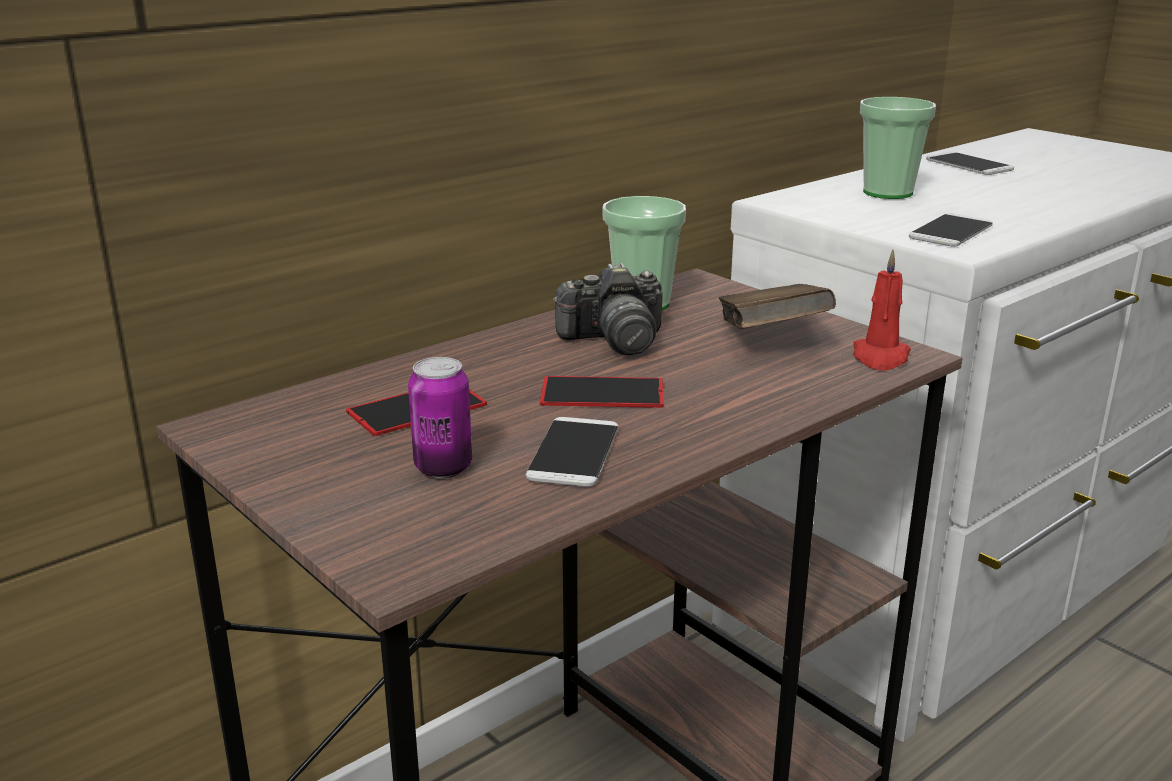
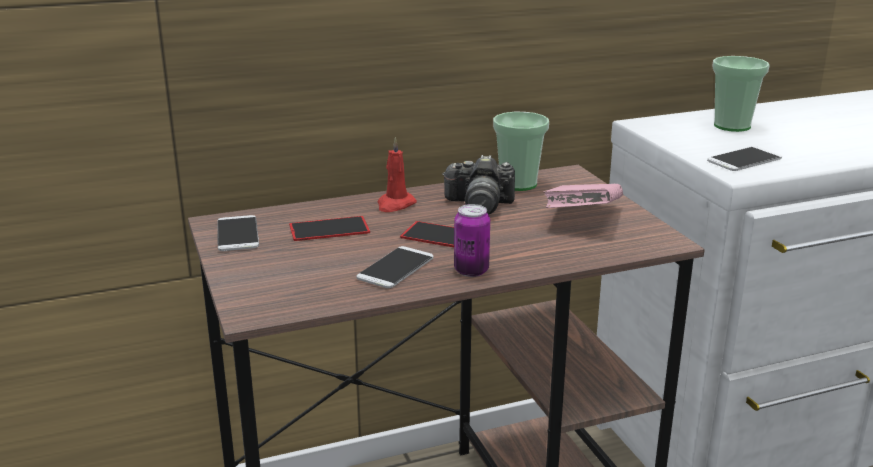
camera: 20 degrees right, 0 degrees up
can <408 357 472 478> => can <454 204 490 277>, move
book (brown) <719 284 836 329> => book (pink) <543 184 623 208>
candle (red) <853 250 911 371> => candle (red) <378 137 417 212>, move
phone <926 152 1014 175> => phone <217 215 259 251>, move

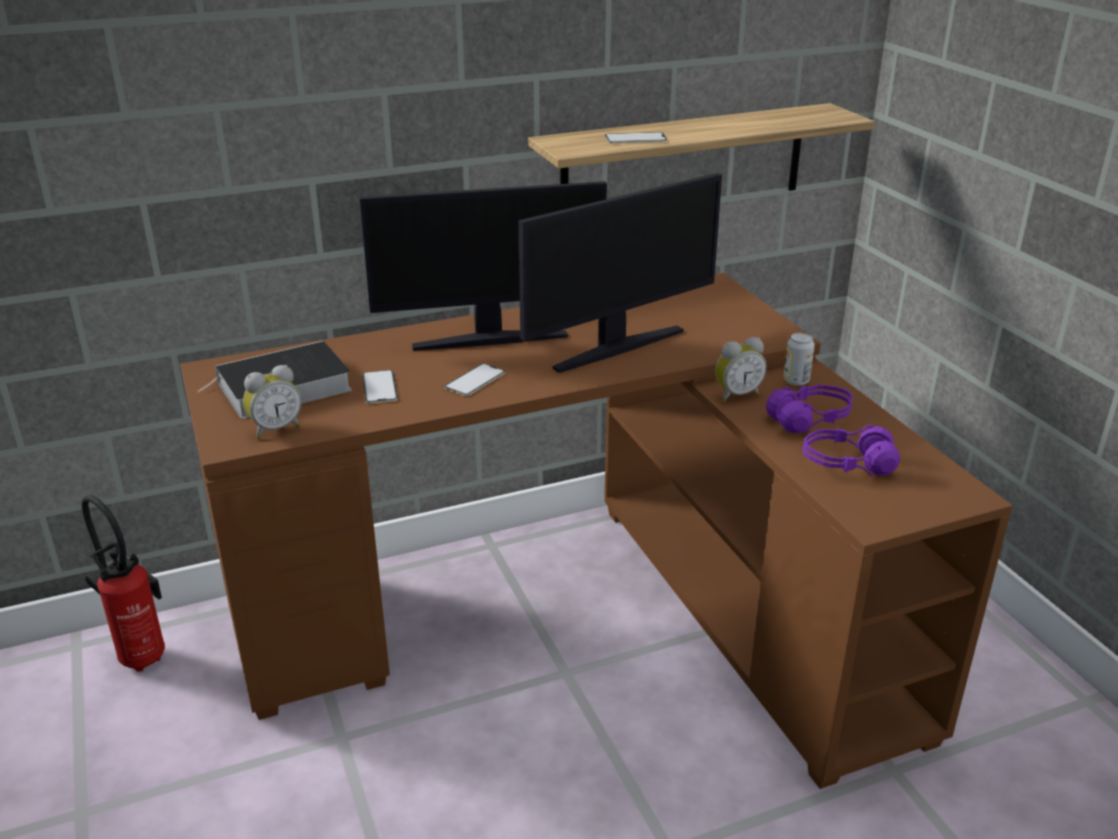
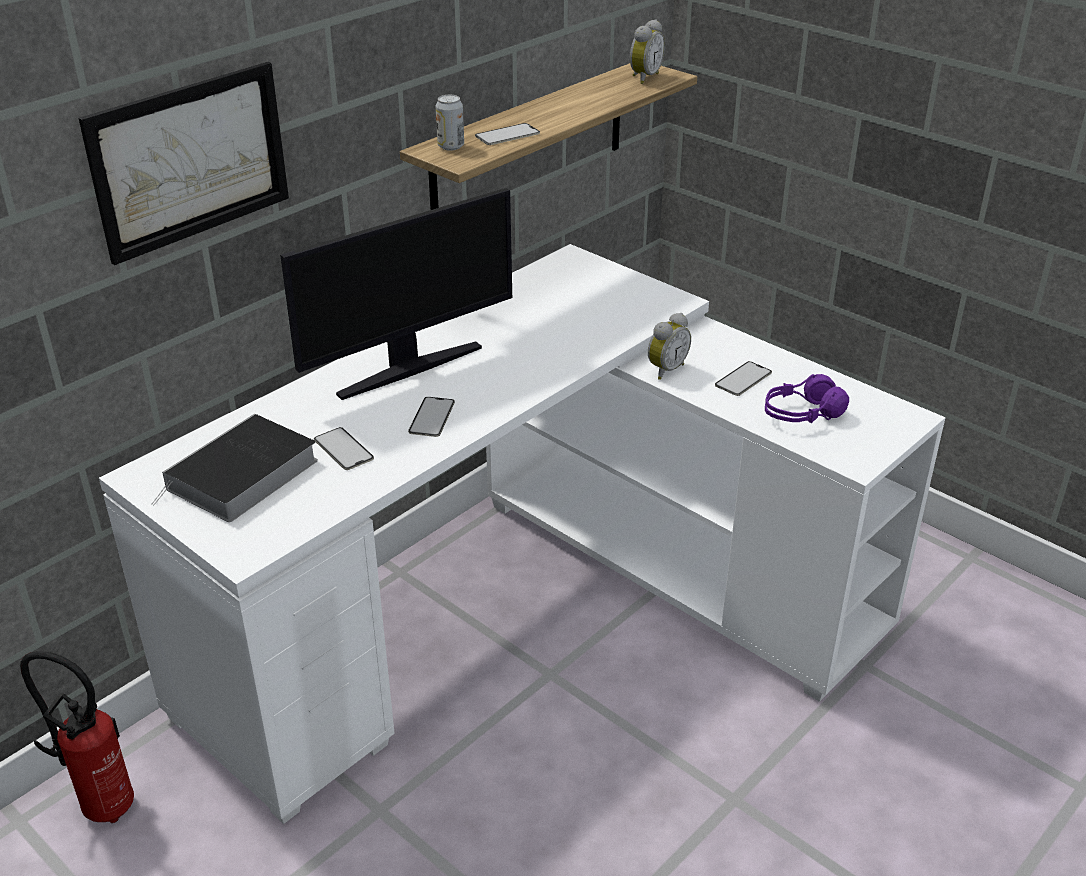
camera: 25 degrees left, 5 degrees up
desk (brown) <180 273 1013 789> => desk (white) <99 244 946 824>
alarm clock <243 365 302 439> => alarm clock <630 19 665 84>, move
monitor <519 173 722 373> => nothing
headphones (purple) <766 385 853 433> => phone <715 361 772 396>
can <784 333 815 386> => can <436 95 464 151>, move
nothing => picture <79 62 289 265>

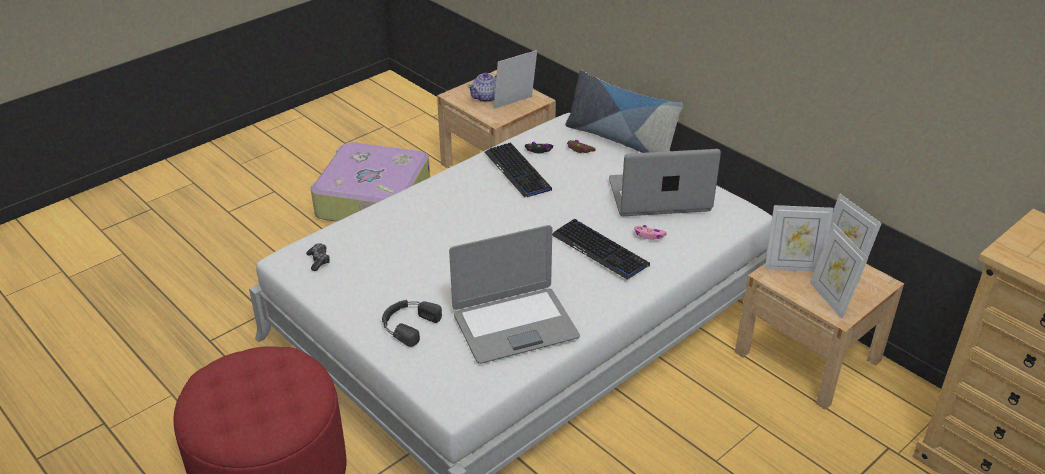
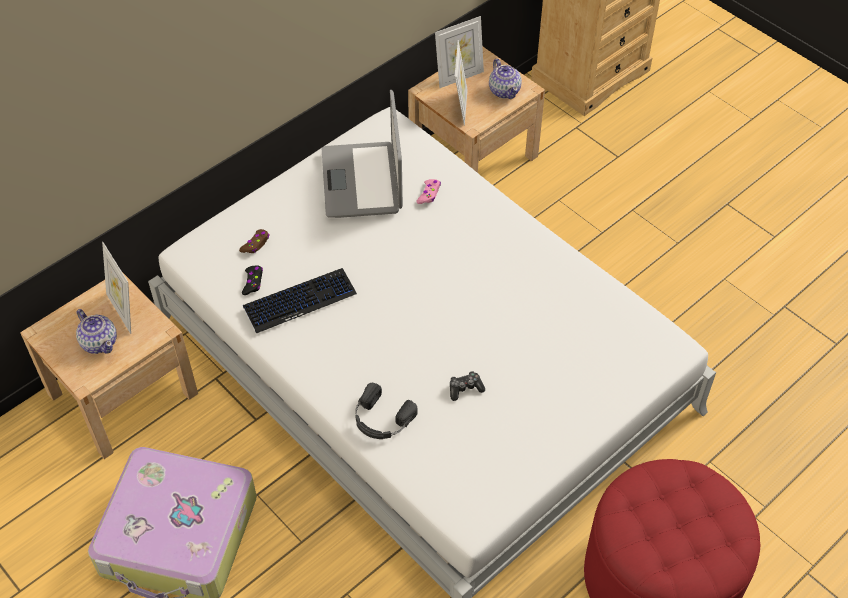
camera: 90 degrees left, 15 degrees up
game controller <306 243 330 271> => game controller <450 371 485 401>, move
headphones (black) <382 300 442 347> => headphones (black) <355 383 417 439>, move
laptop <449 225 580 364> => nothing
keyboard <552 219 650 280> => nothing
pillow <565 70 684 153> => nothing
picture frame <810 223 868 319> => teapot <489 59 522 99>

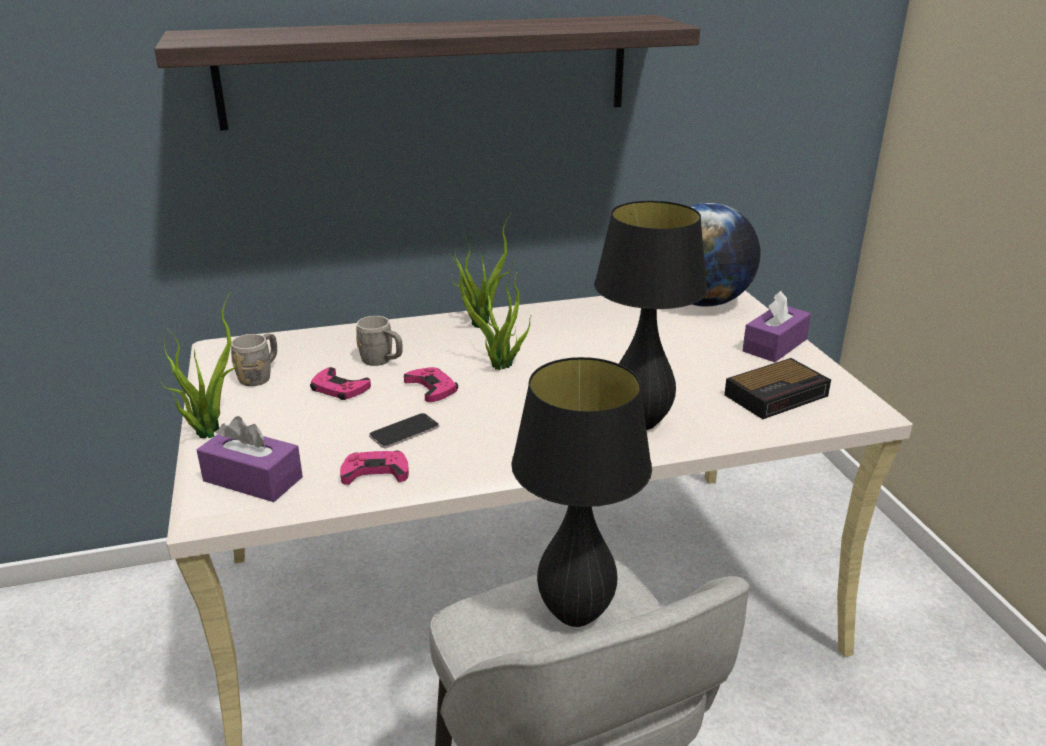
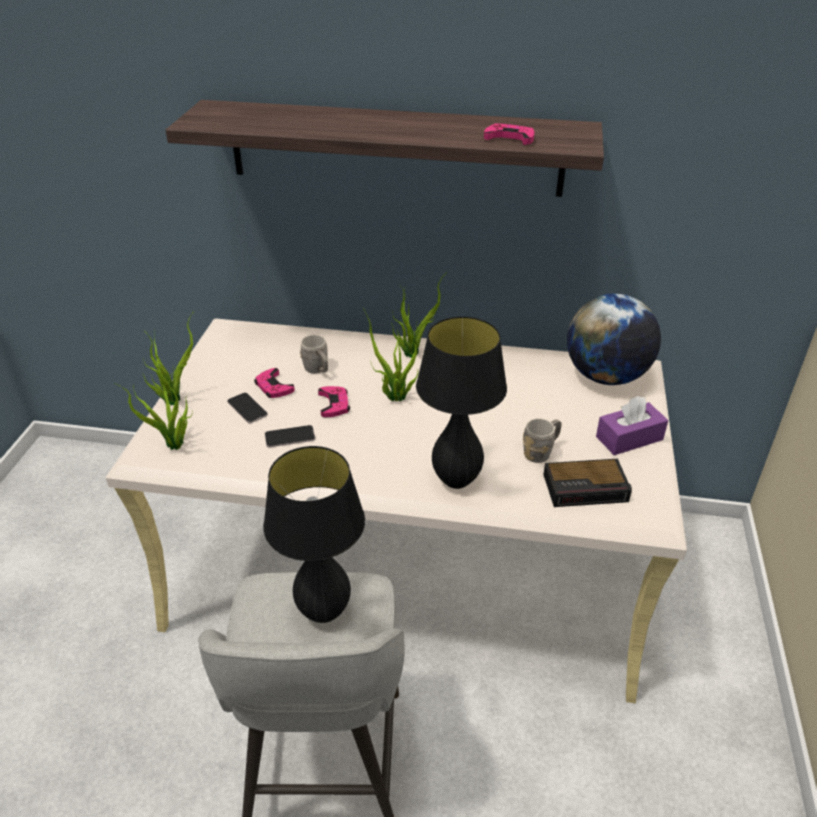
camera: 25 degrees right, 10 degrees up
tissue box (purple) <197 416 303 502> => potted plant <116 368 192 450>
mug (grey) <231 333 277 386> => mug (grey) <523 418 562 463>, move
game controller (pink) <340 450 409 485> => game controller (pink) <484 124 534 145>, move
nothing => phone <227 393 268 423>

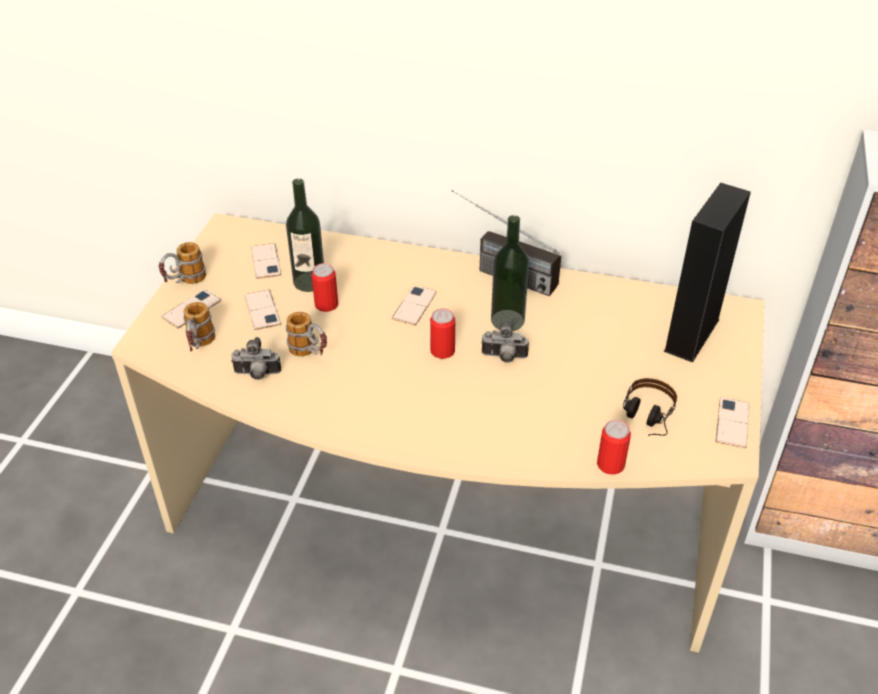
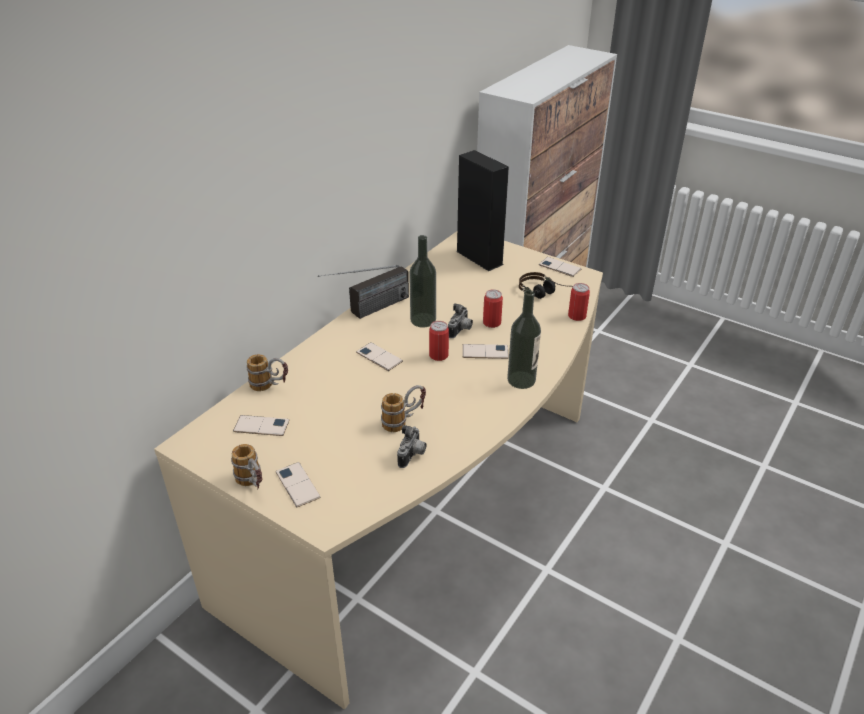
camera: 70 degrees left, 5 degrees down
mug <183 302 215 351> => mug <247 354 288 391>, move
phone <245 290 281 330> => phone <462 344 509 359>, move
bottle <286 178 324 292> => bottle <507 290 541 389>, move
can <312 263 338 312> => can <483 289 503 328>, move

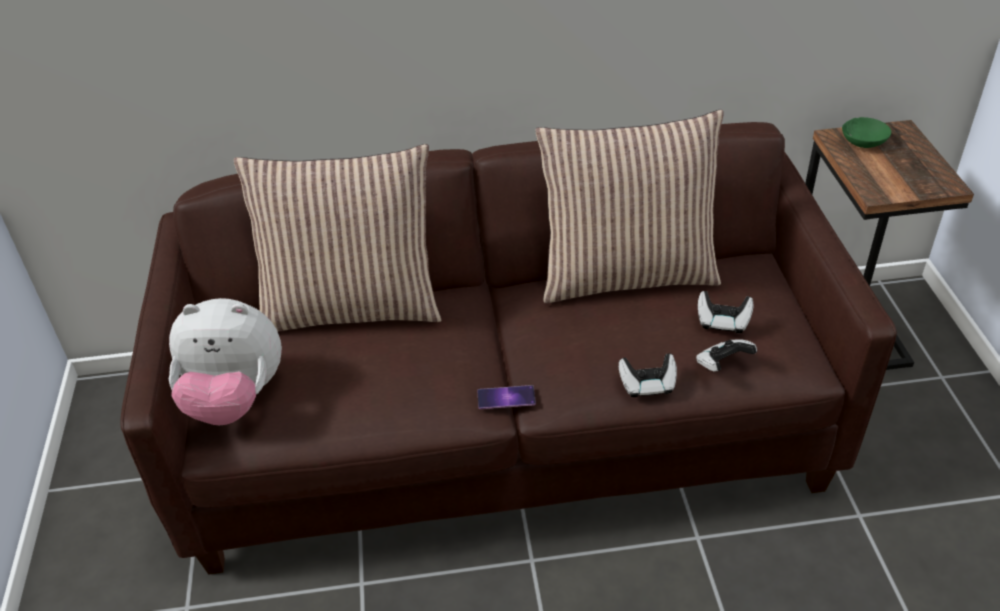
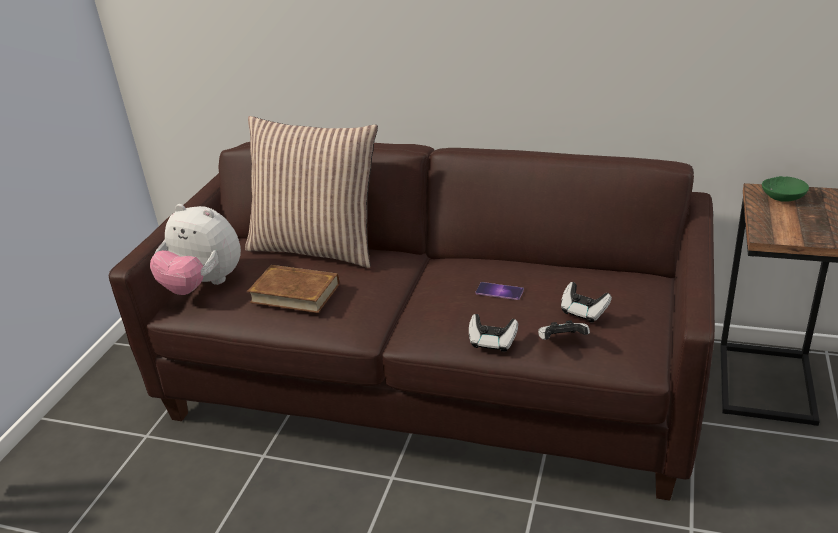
camera: 25 degrees right, 10 degrees down
phone <477 385 536 409> => phone <475 282 524 300>, move
pillow <535 110 724 303> => nothing
nothing => book (brown) <247 265 340 313>

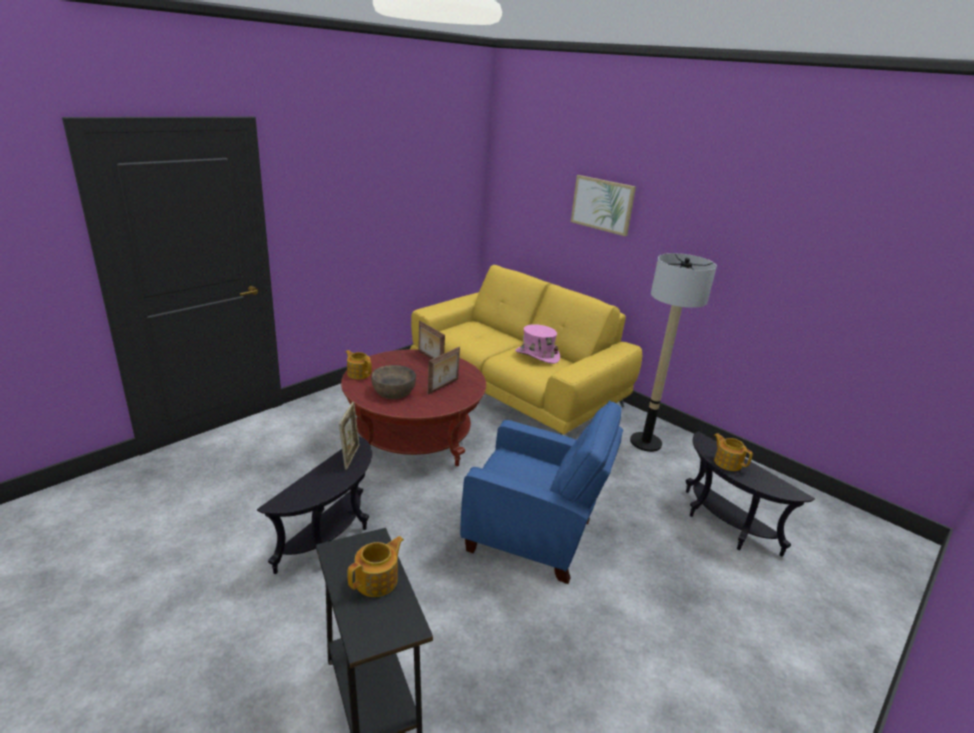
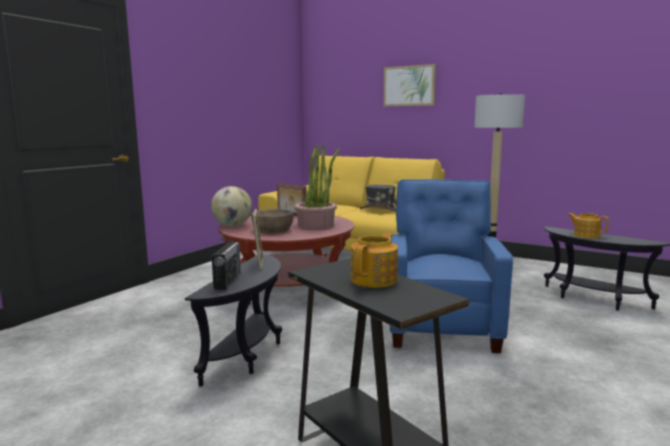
camera: 10 degrees left, 15 degrees down
teapot <346 350 372 379> => globe <211 186 252 227>
picture frame <428 347 460 395> => potted plant <294 145 340 229>
armchair (blue) <460 401 623 584> => armchair (blue) <390 179 513 353>, 90 degrees counterclockwise
hat (pink) <515 324 560 364> => hat (grey) <360 185 397 211>
nothing => radio <212 238 241 290>

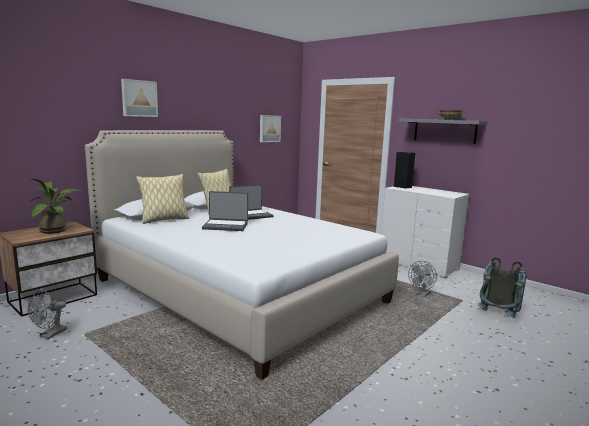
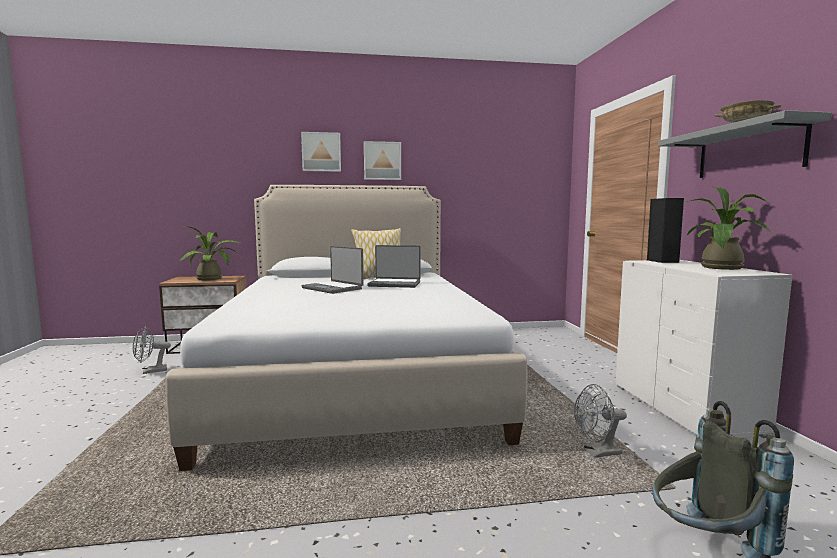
camera: 40 degrees right, 5 degrees down
pillow <136 174 189 224> => nothing
picture <260 115 281 142> => picture <364 141 401 180>, move
nothing => potted plant <683 187 770 270>

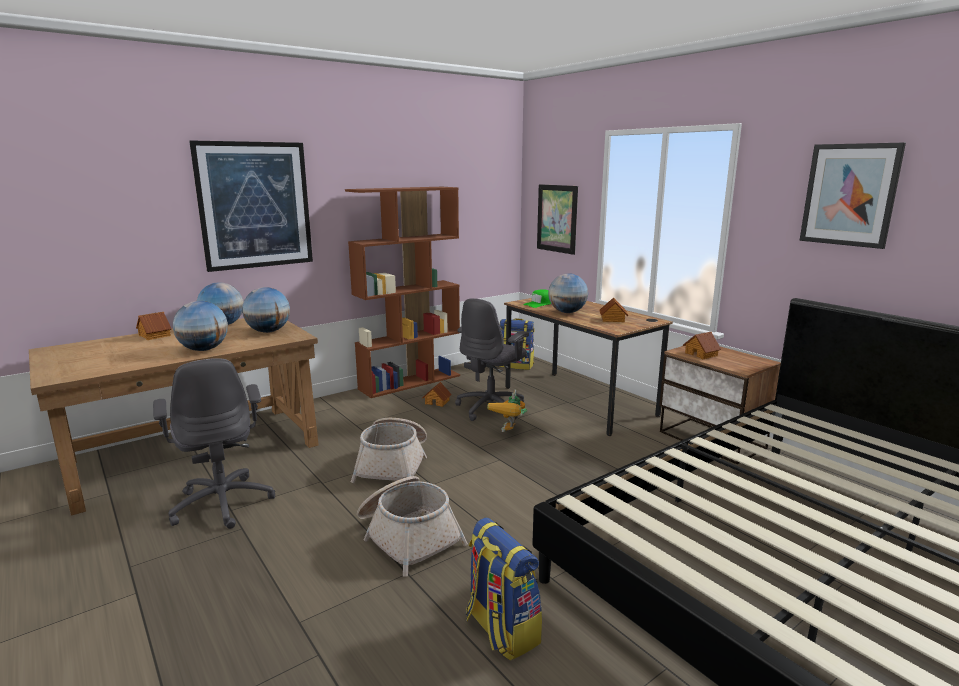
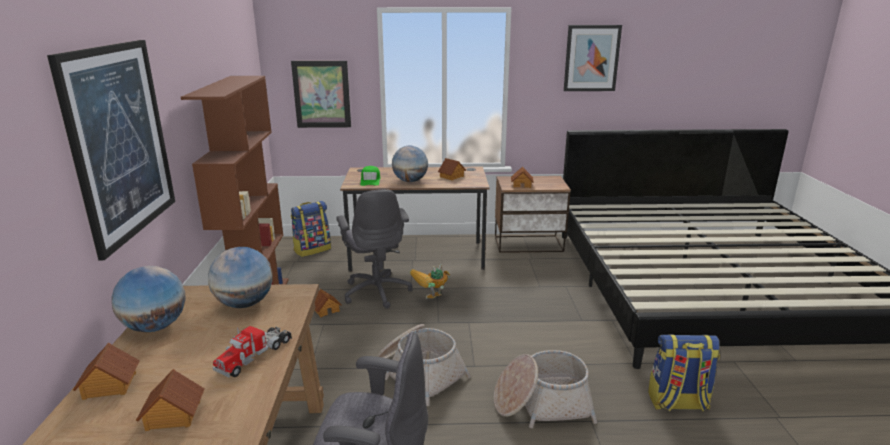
camera: 55 degrees left, 5 degrees up
globe <173 301 228 351> => toy truck <213 326 292 378>
toy robot <487 389 527 432> => toy robot <410 264 450 299>, 90 degrees clockwise
nothing => toy house <136 369 205 431>

